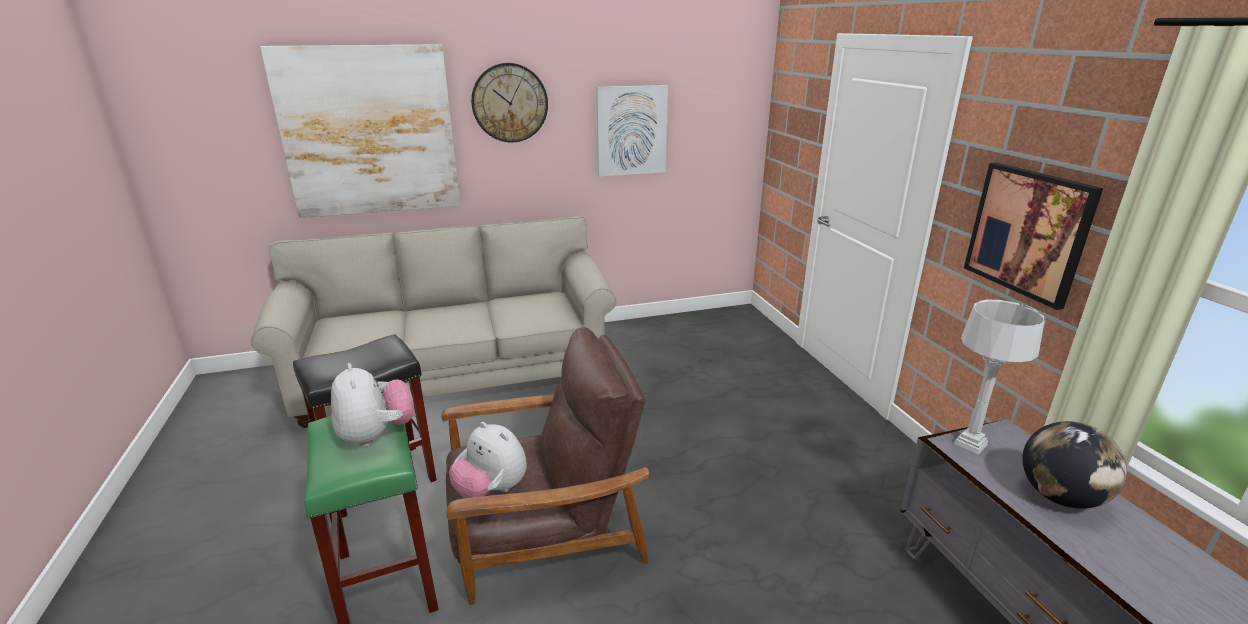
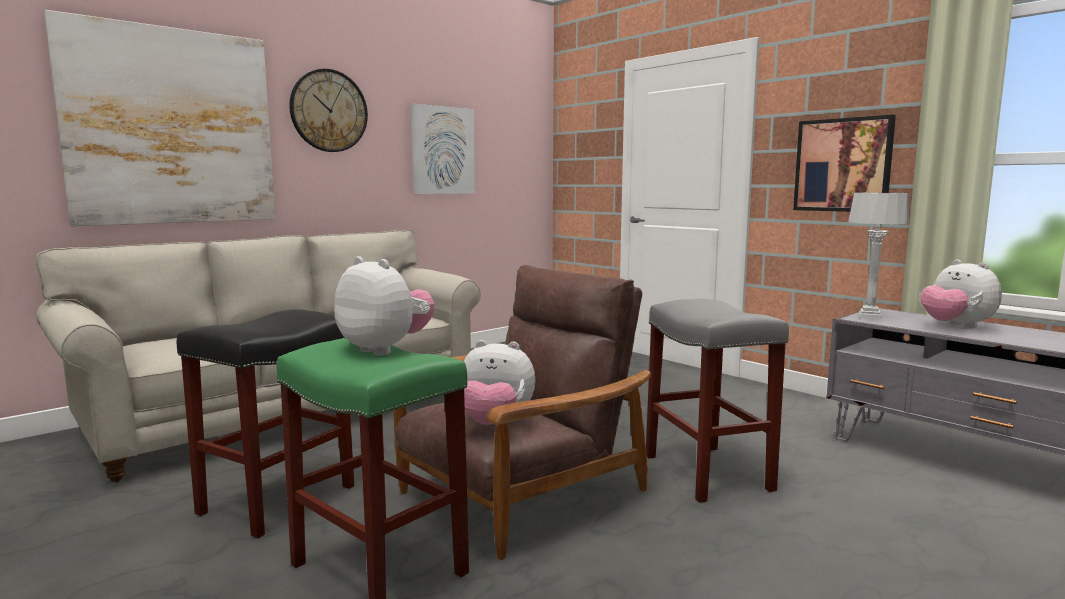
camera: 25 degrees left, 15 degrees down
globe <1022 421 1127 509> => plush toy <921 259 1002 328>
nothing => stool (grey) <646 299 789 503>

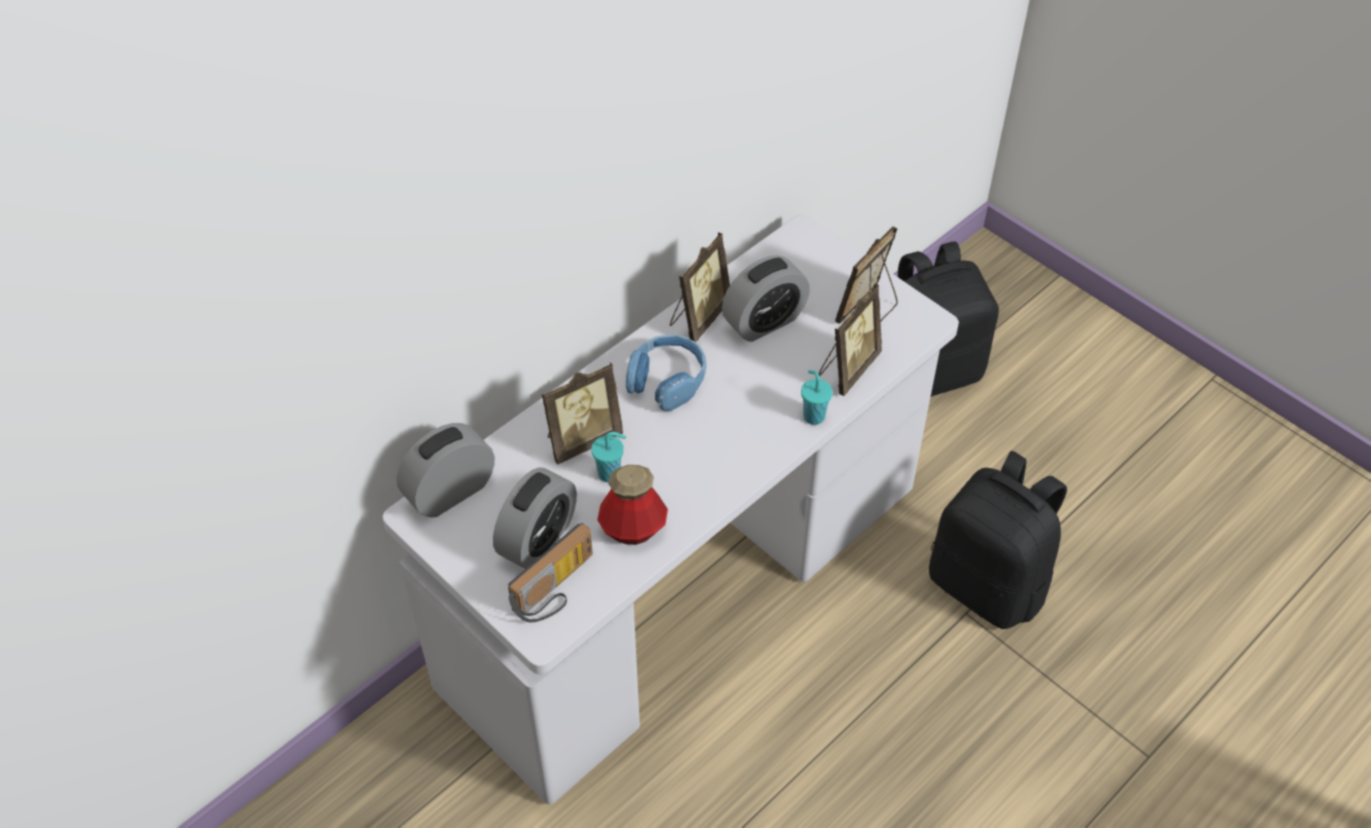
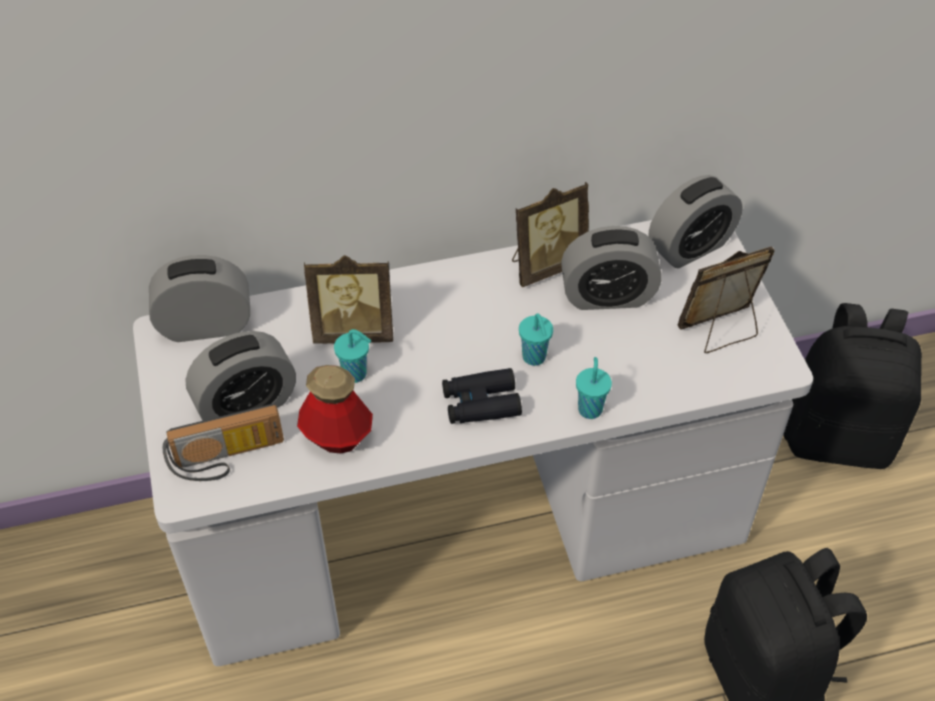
camera: 30 degrees right, 0 degrees up
headphones (blue) <626 334 707 411> => nothing
picture frame <818 284 882 396> => nothing
nothing => binoculars (black) <442 368 522 424>
nothing => cup (turquoise) <519 313 553 366>
nothing => alarm clock <649 175 743 268>

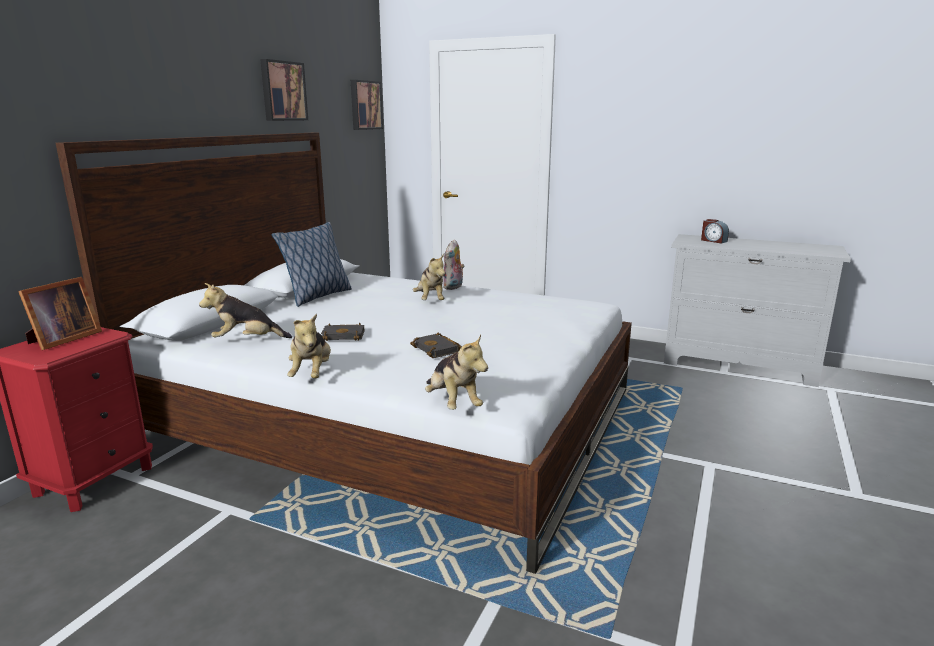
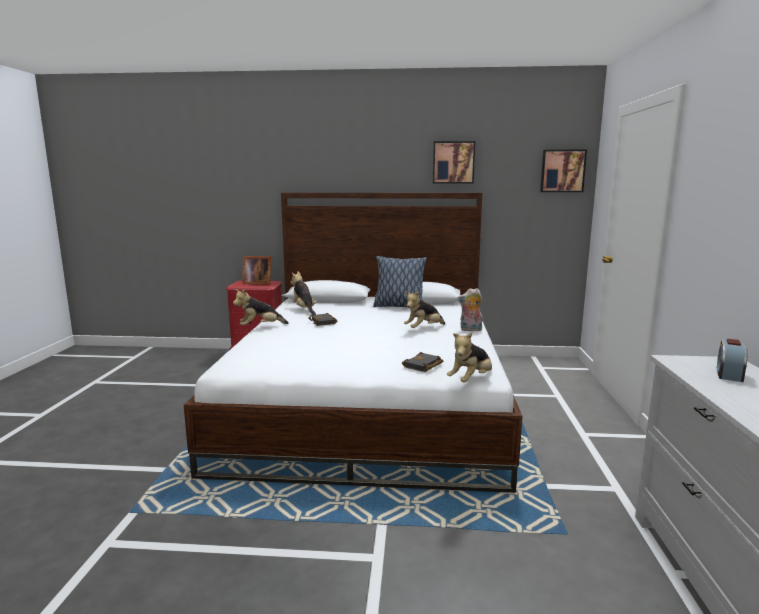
camera: 70 degrees right, 5 degrees down
book (black) <410 333 462 358> => book (black) <402 352 443 372>, move
plush toy <425 335 488 410> => plush toy <447 332 492 382>, move

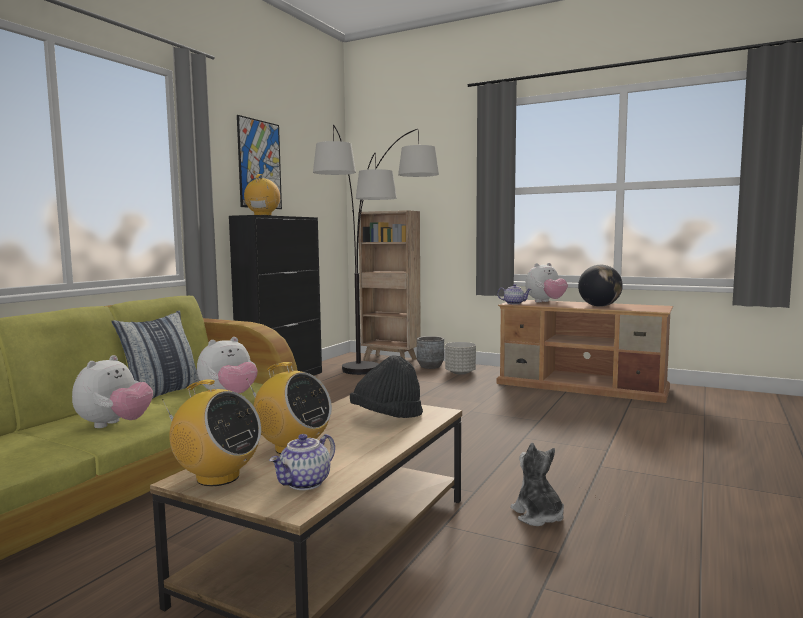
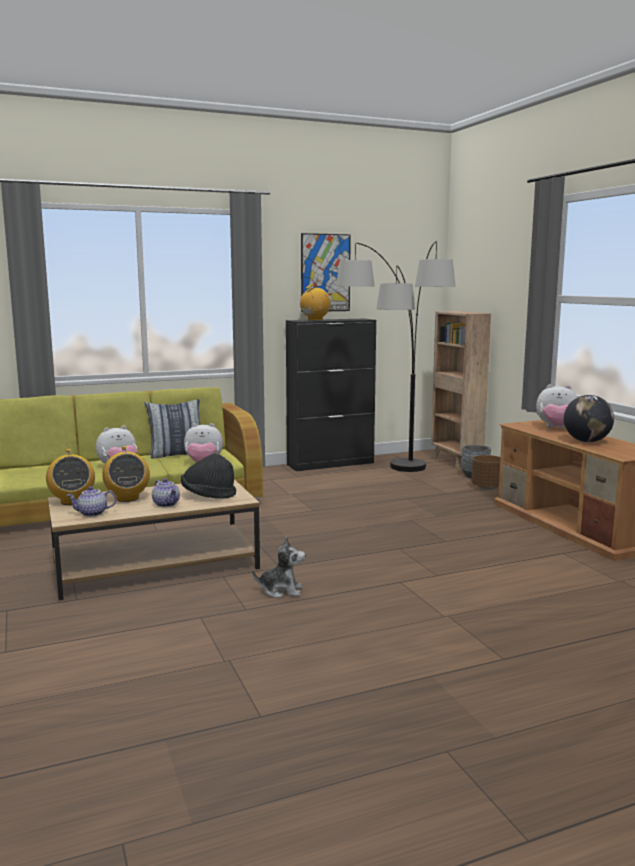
camera: 40 degrees right, 5 degrees up
planter (grey) <445 342 476 375> => planter (brown) <471 455 500 490>
teapot <497 284 532 304> => teapot <152 479 180 507>, move
plush toy <510 443 564 526> => plush toy <252 537 305 598>, 75 degrees clockwise

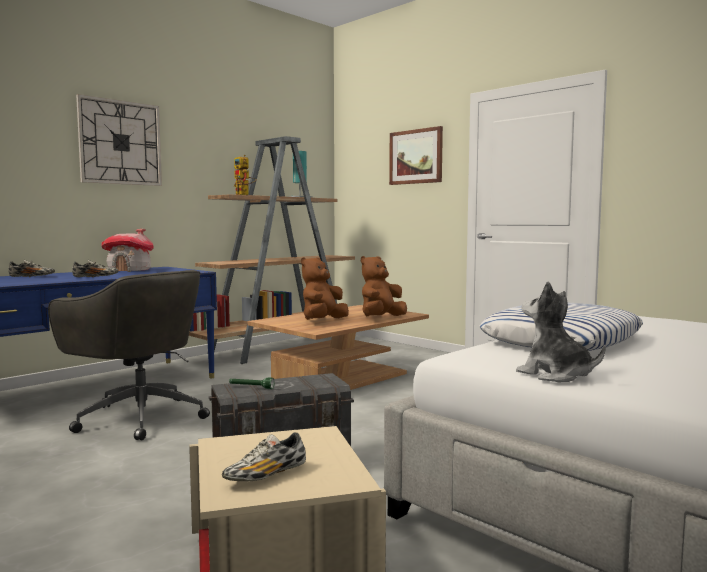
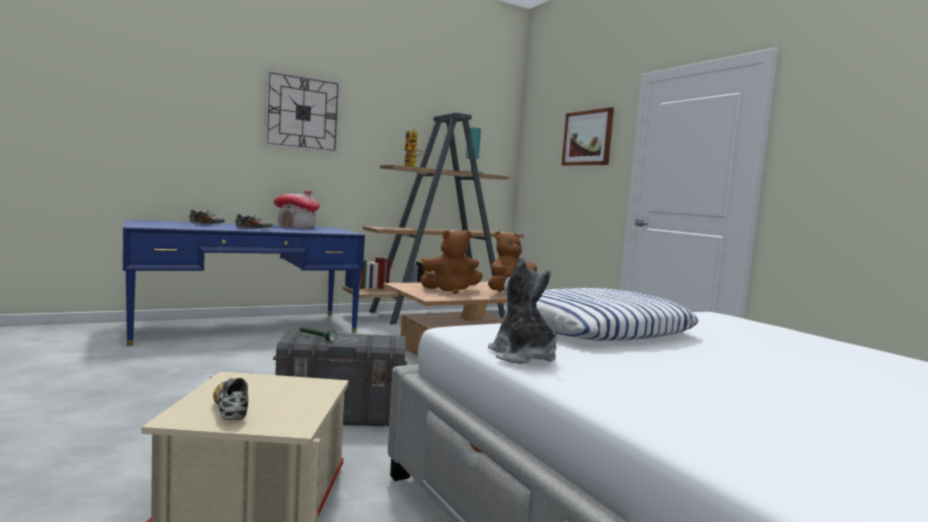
camera: 15 degrees right, 0 degrees up
office chair (grey) <48 270 210 440> => nothing
shoe <222 432 306 481> => shoe <213 378 248 420>, 90 degrees clockwise
plush toy (brown) <301 257 349 320> => plush toy (brown) <420 231 483 294>, 150 degrees counterclockwise

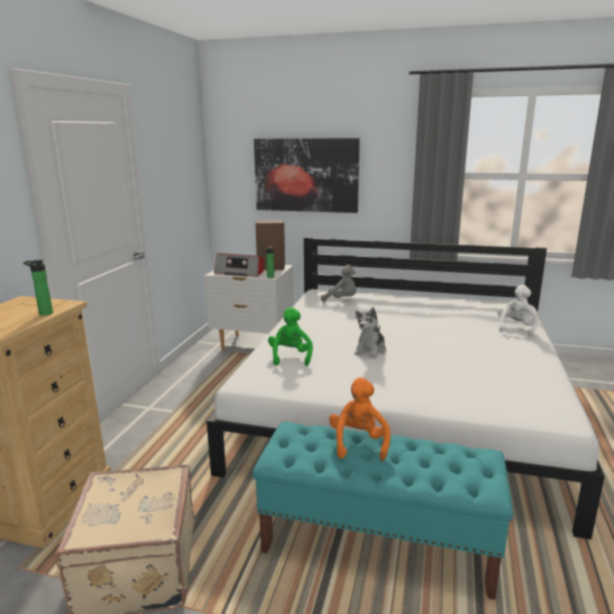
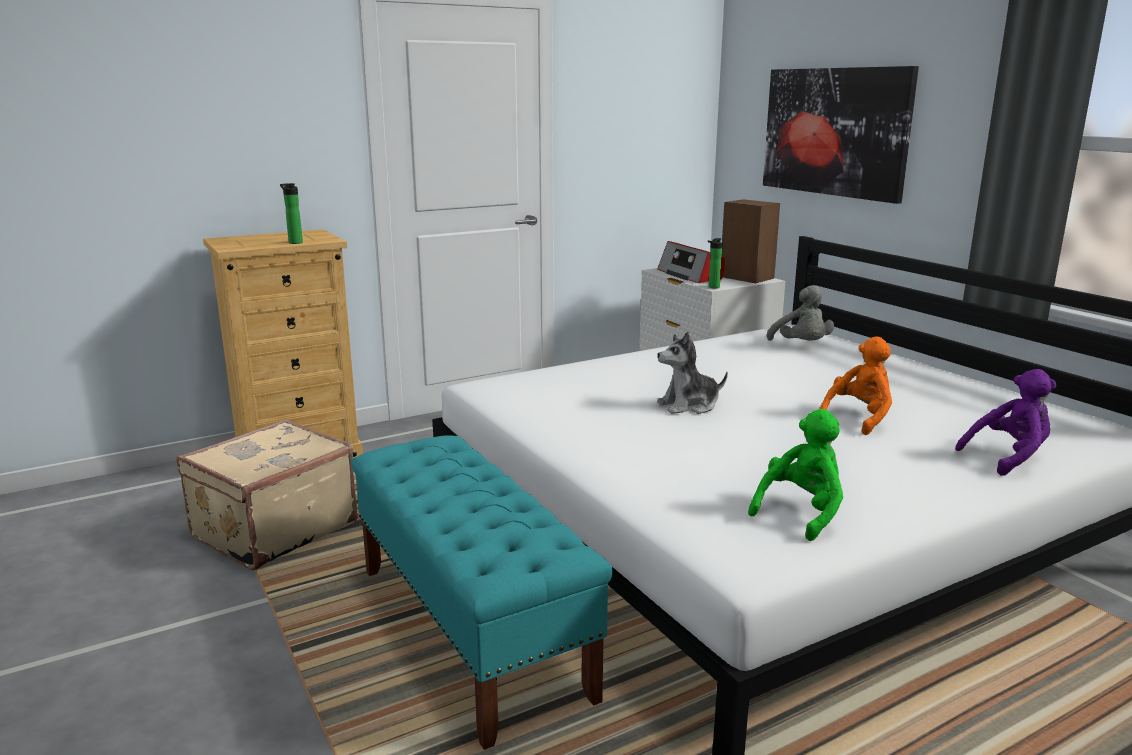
camera: 45 degrees right, 0 degrees up
plush toy (green) <268 307 313 366> => plush toy (green) <748 409 843 541>, move
plush toy (orange) <329 378 390 461> => plush toy (orange) <819 336 892 435>, move
plush toy (white) <497 285 538 337> => plush toy (purple) <955 369 1057 476>

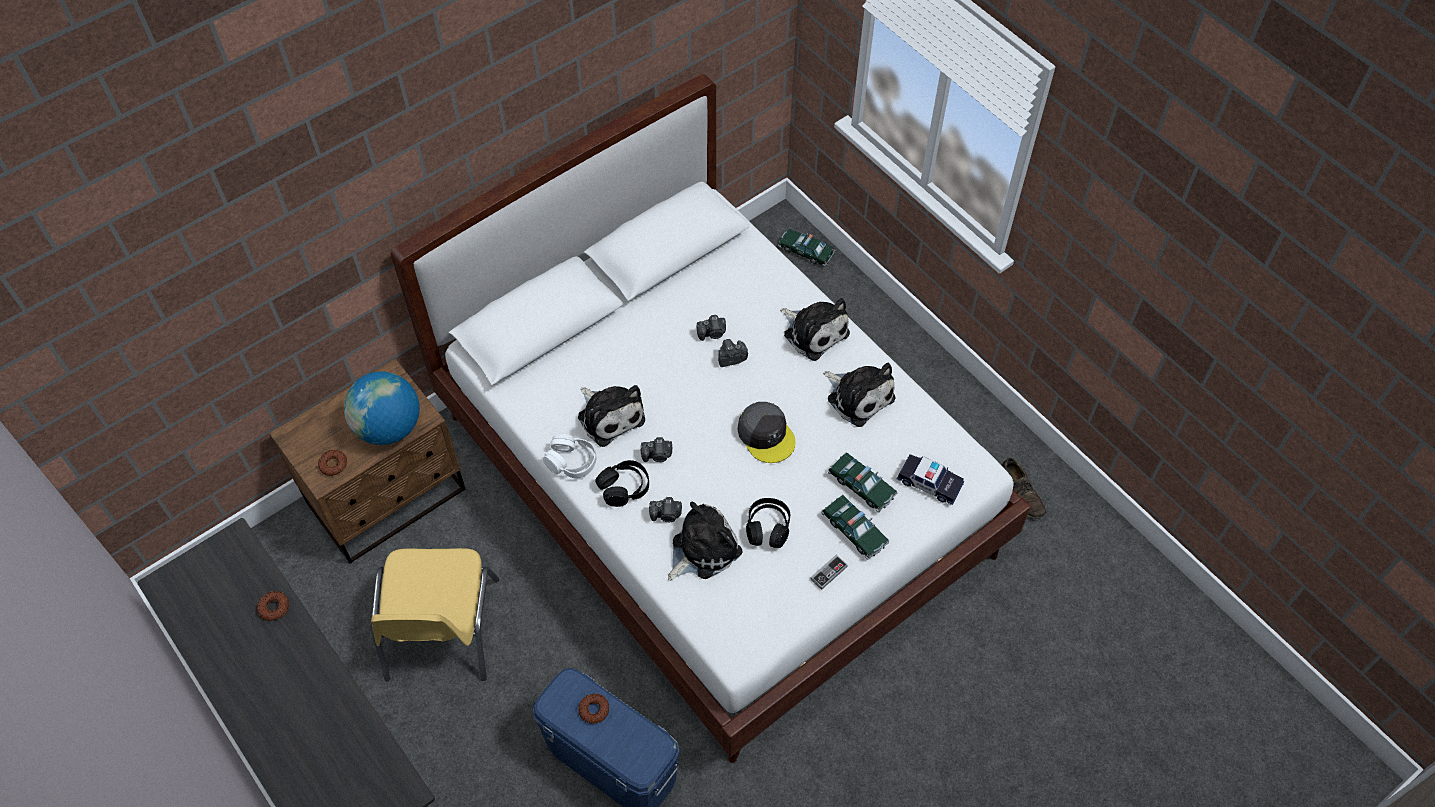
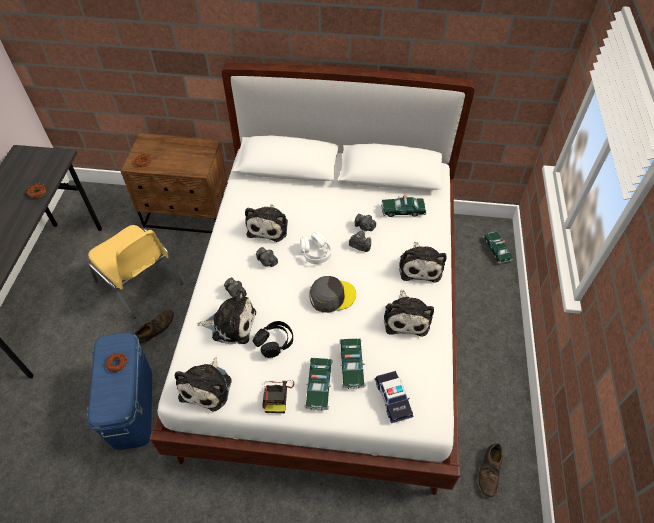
camera: 45 degrees right, 5 degrees down
globe <344 371 420 445> => nothing
chair (yellow) <371 548 499 681> => chair (yellow) <88 225 183 319>, 90 degrees counterclockwise
headphones (white) <543 434 596 478> => headphones (white) <300 232 331 264>, move
headphones (black) <595 460 649 507> => nothing
cap (grey) <737 402 795 463> => cap (grey) <309 276 356 313>, 120 degrees counterclockwise
game controller <810 555 848 590> => photo camera <263 380 294 413>
nothing => shoe (brown) <135 310 174 345>
nothing => plush toy <175 356 232 411>
nothing => toy car <381 196 426 217>

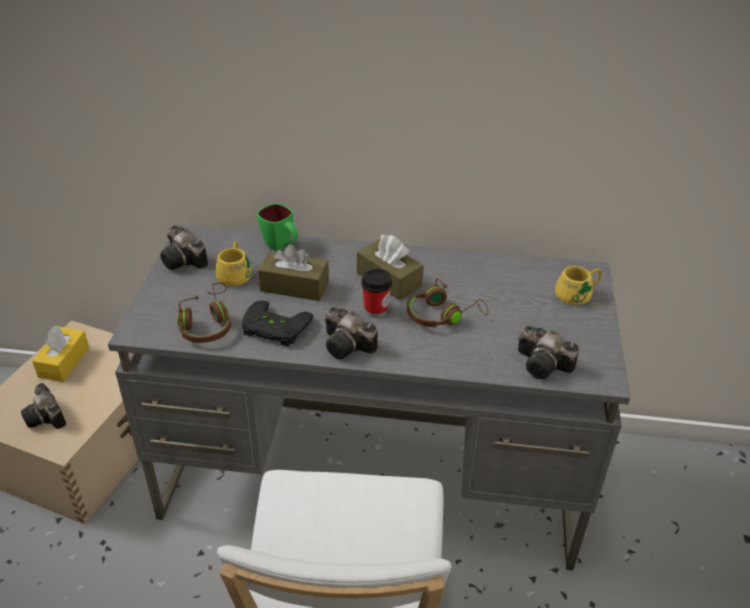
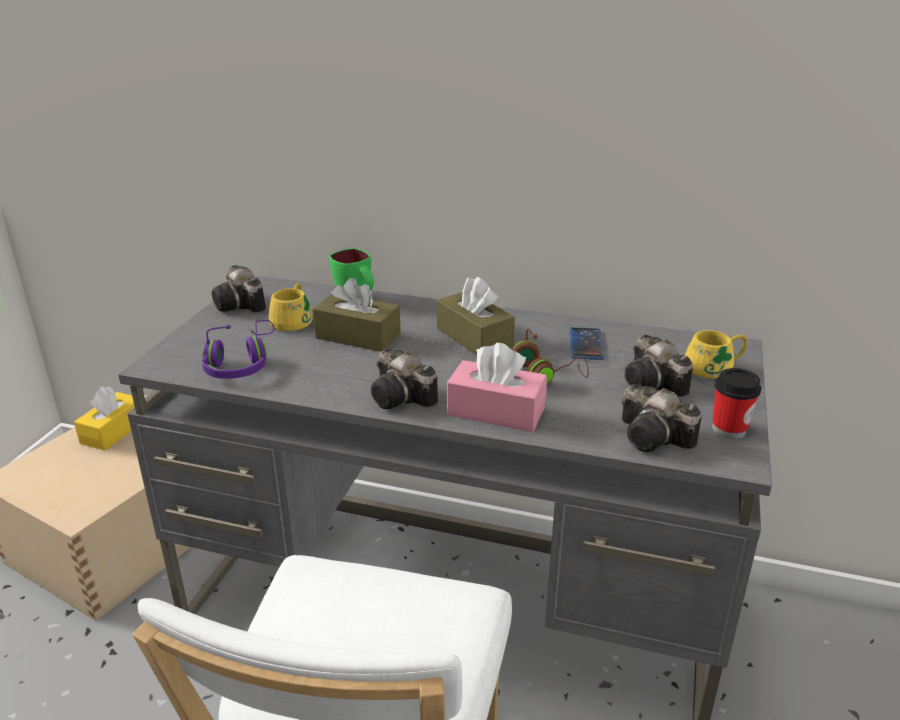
camera: 10 degrees right, 10 degrees down
photo camera <21 383 66 429> => photo camera <625 335 693 398>, move
headphones (brown) <177 283 231 343> => headphones (purple) <202 320 275 379>
game controller (black) <242 300 313 347> => nothing
cup <361 269 392 318> => cup <712 368 761 439>, move
nothing => tissue box (pink) <447 343 547 432>
nothing => phone <569 327 604 360>

